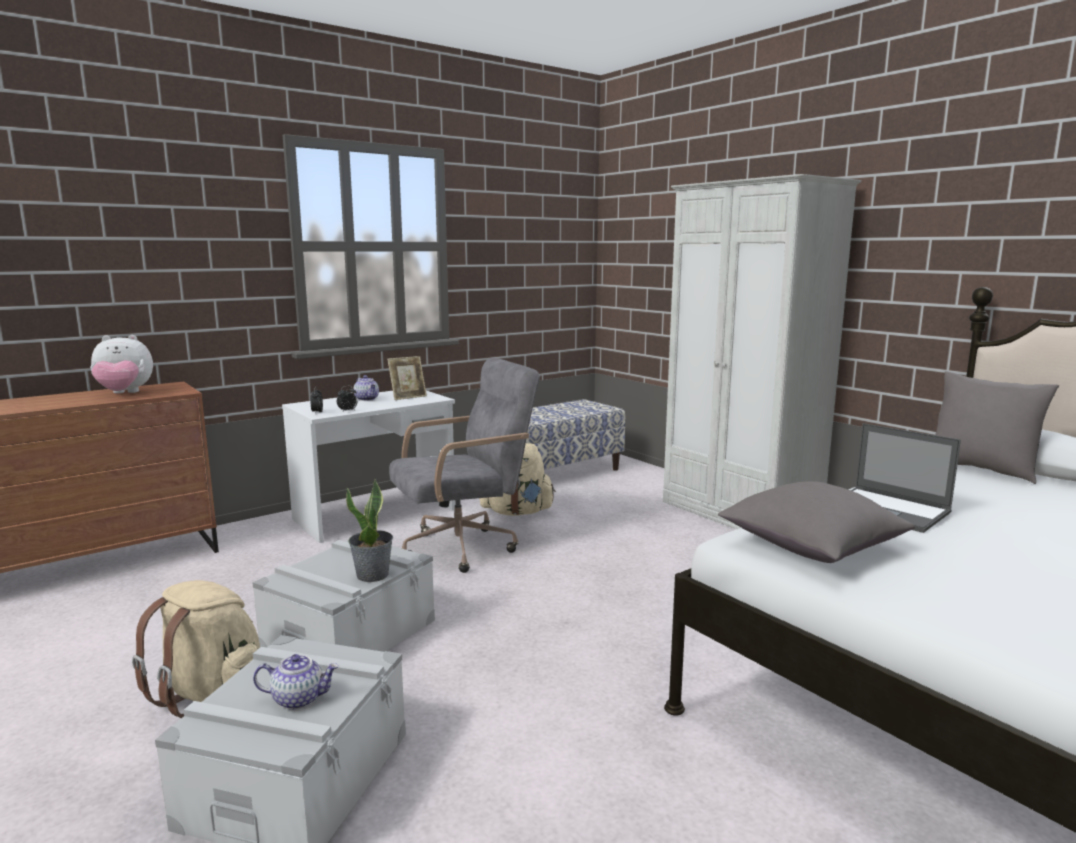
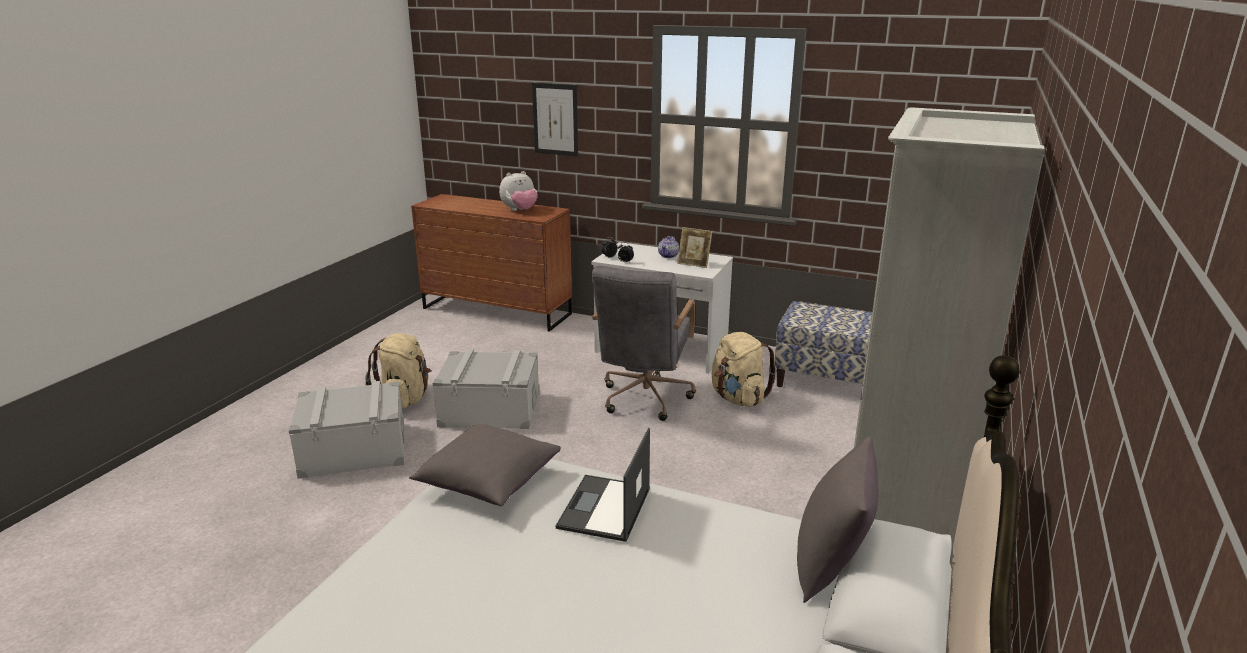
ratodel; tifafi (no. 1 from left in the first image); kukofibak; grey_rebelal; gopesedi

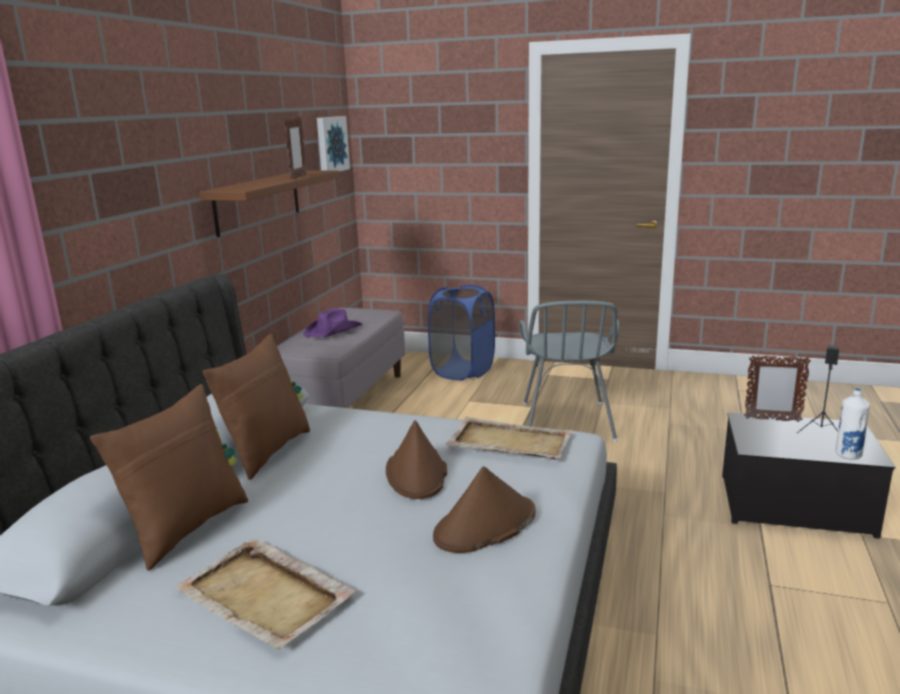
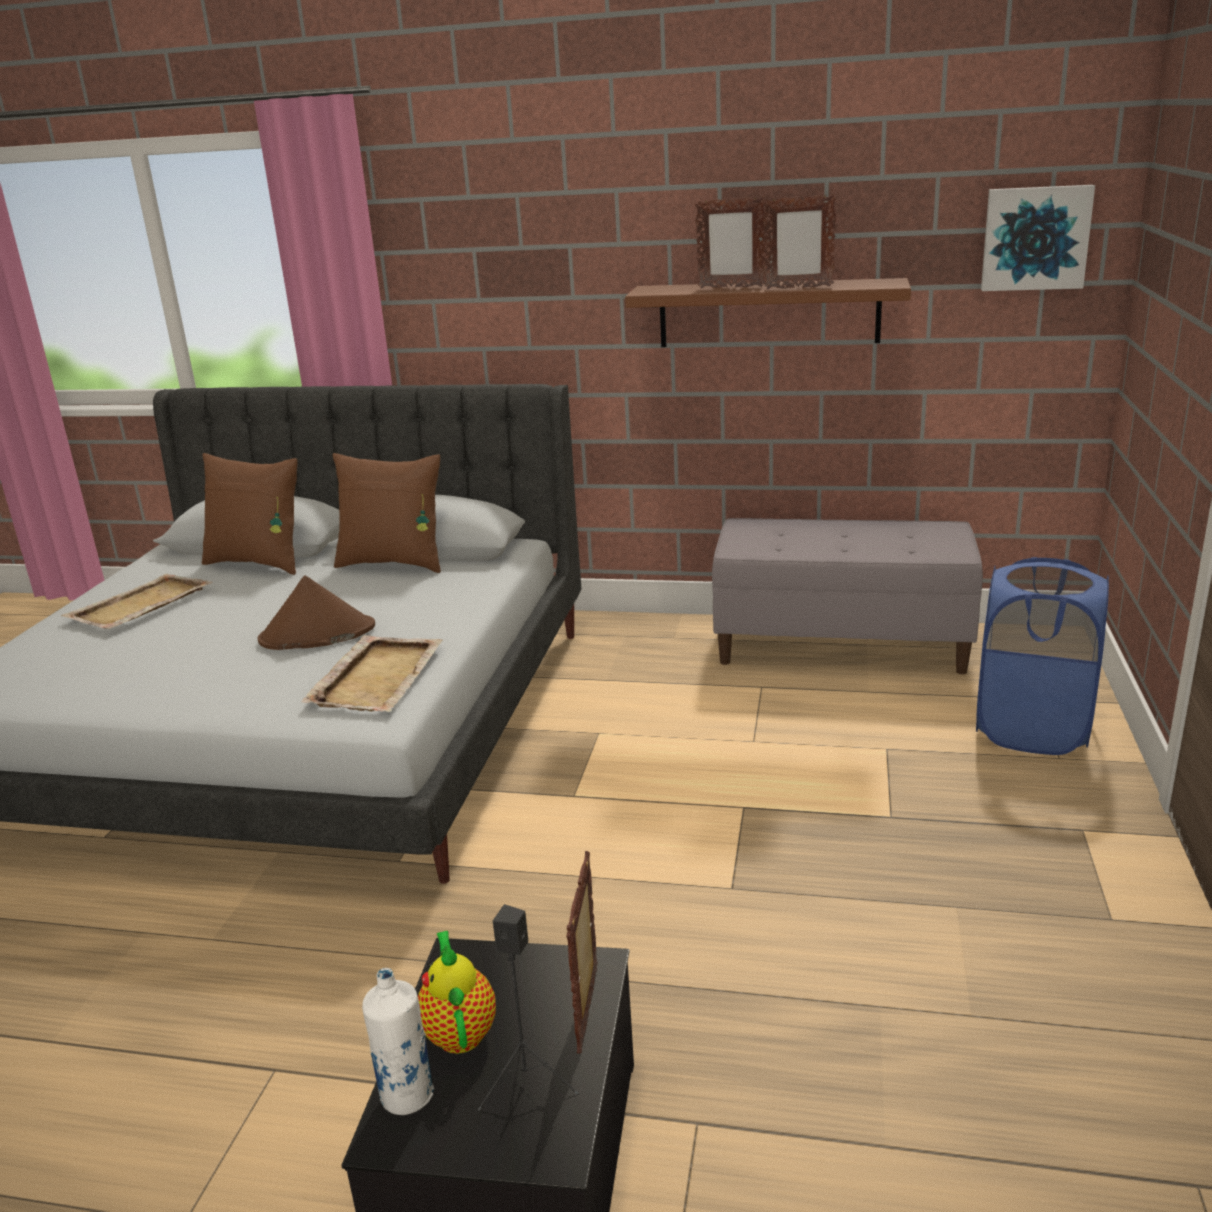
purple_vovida; brown_vovida (no. 2 from left in the first image); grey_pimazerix; tifafi; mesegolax (no. 2 from left)

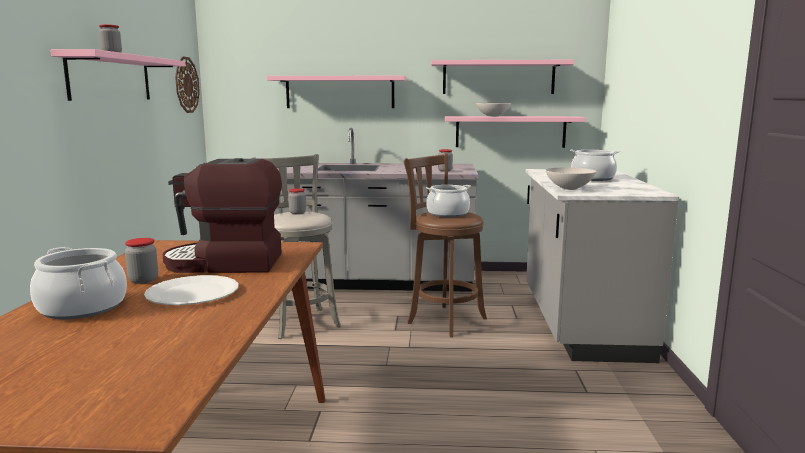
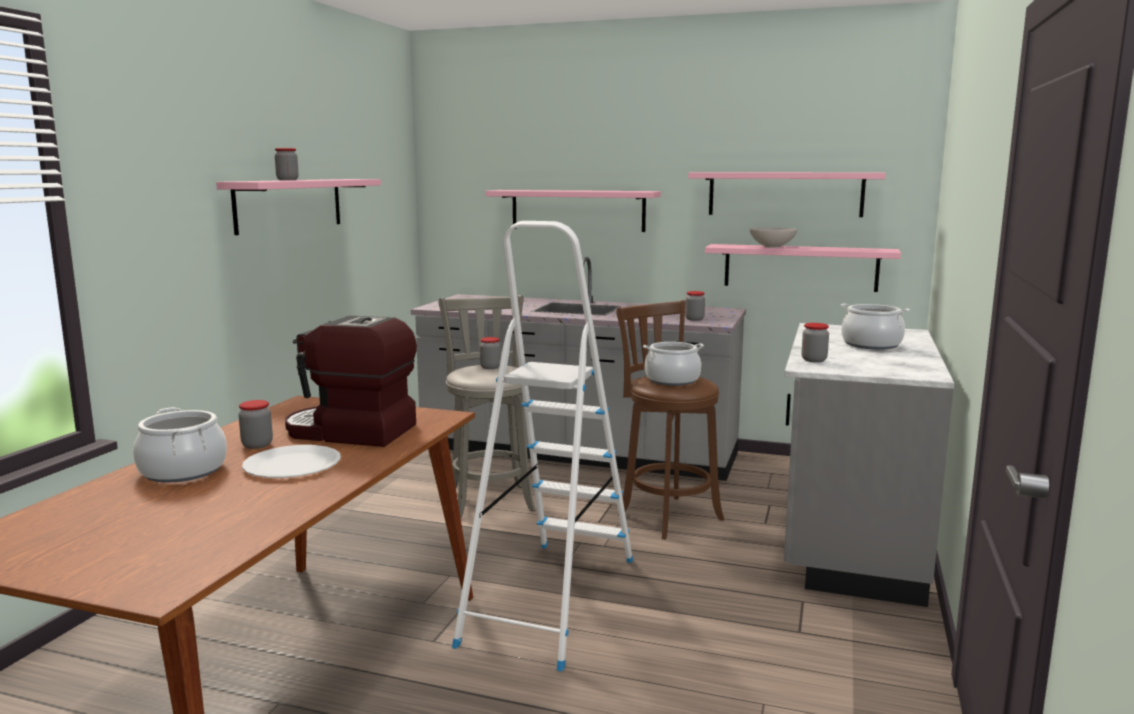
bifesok; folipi (no. 5 from left); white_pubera

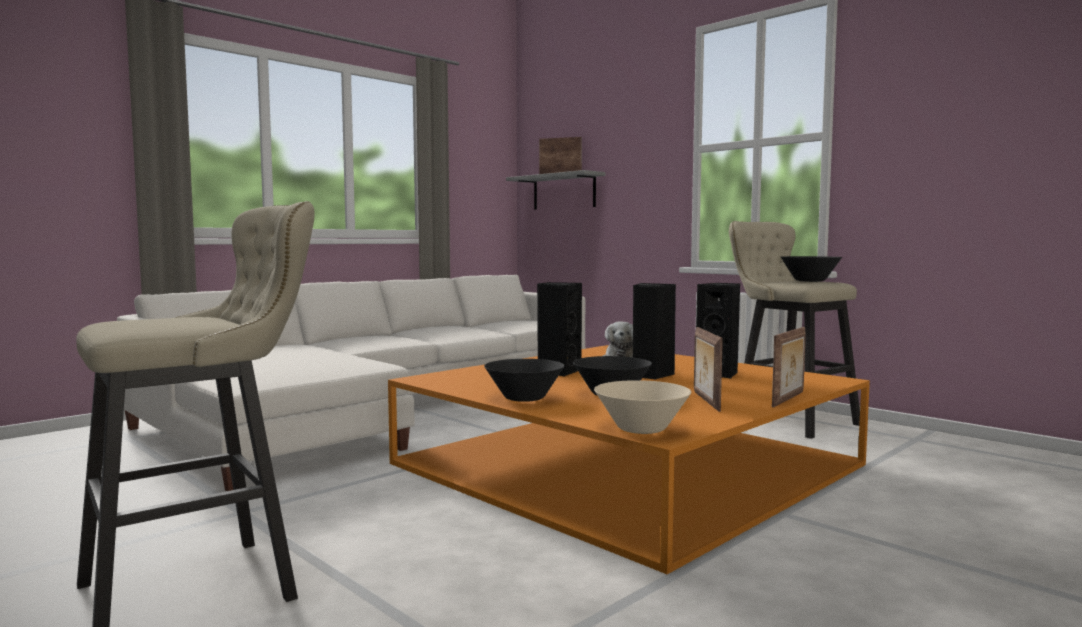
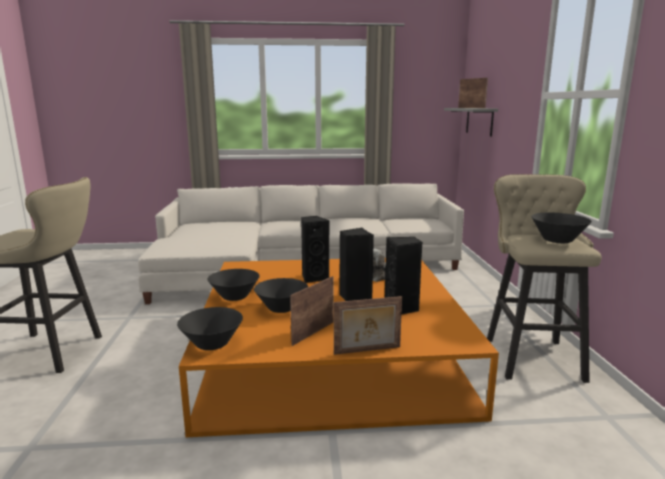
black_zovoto (no. 1 from left)

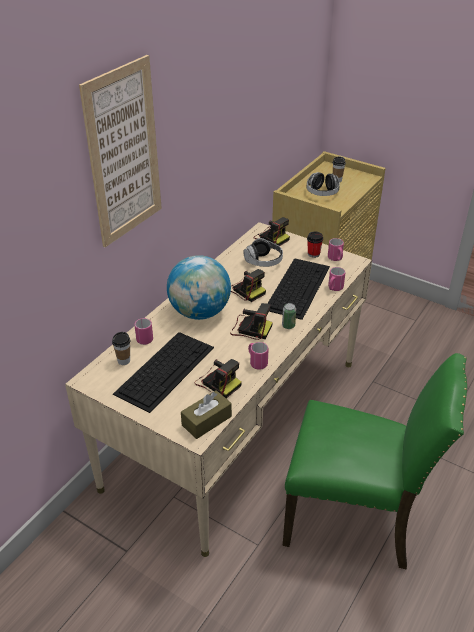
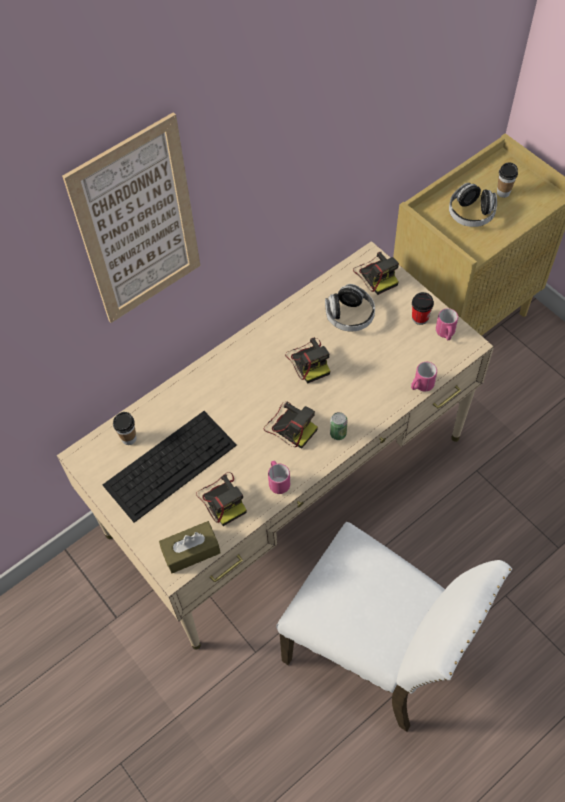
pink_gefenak (no. 1 from left in the first image); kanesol; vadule (no. 2 from left in the first image); white_pimazerix

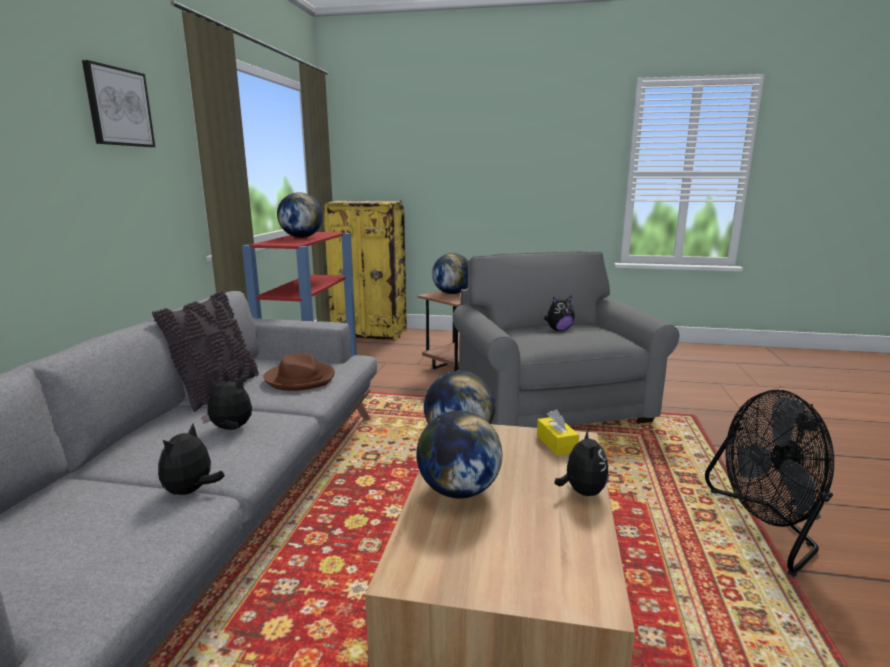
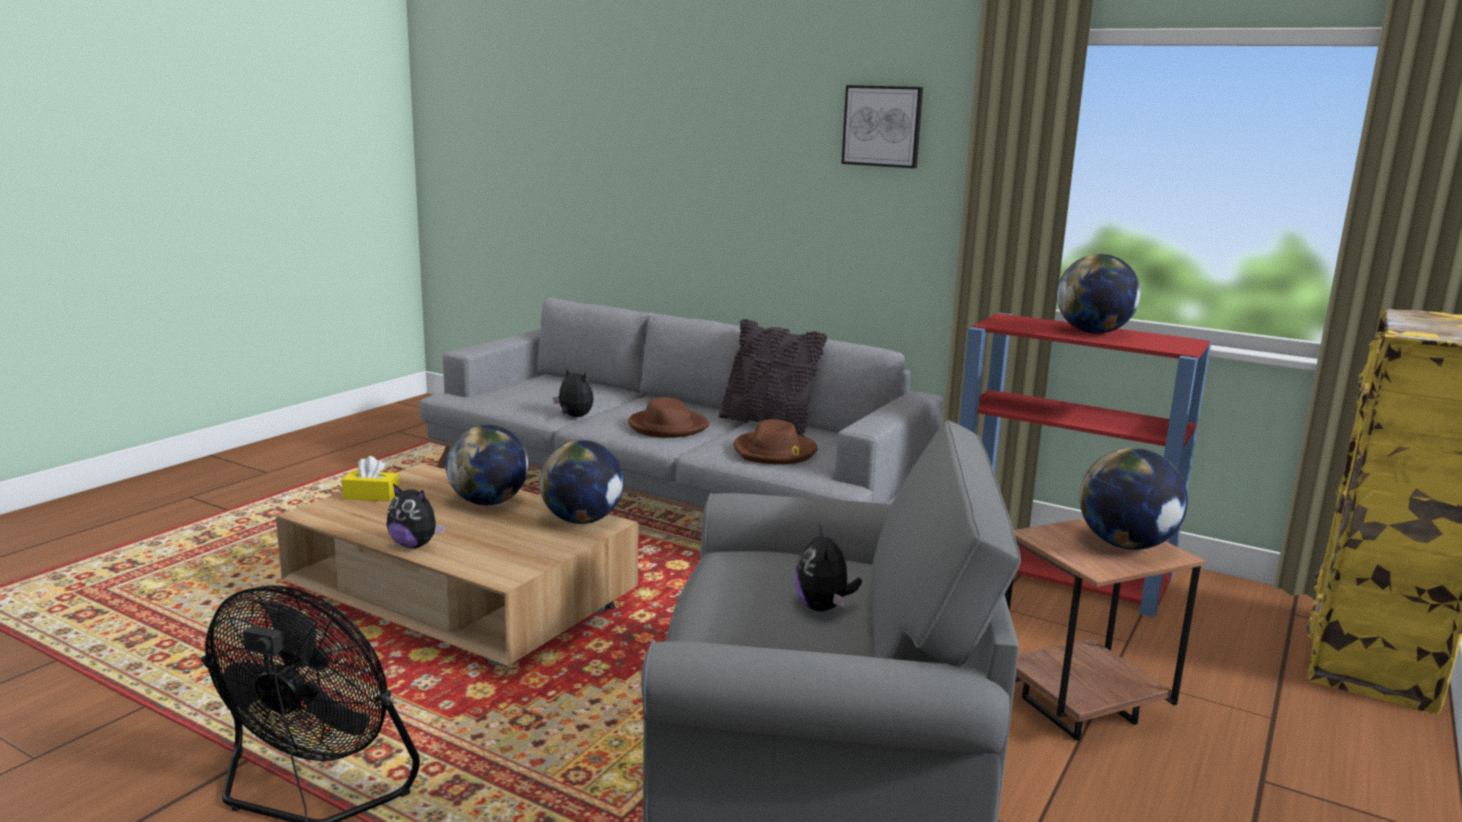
brown_vovida (no. 1 from left); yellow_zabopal

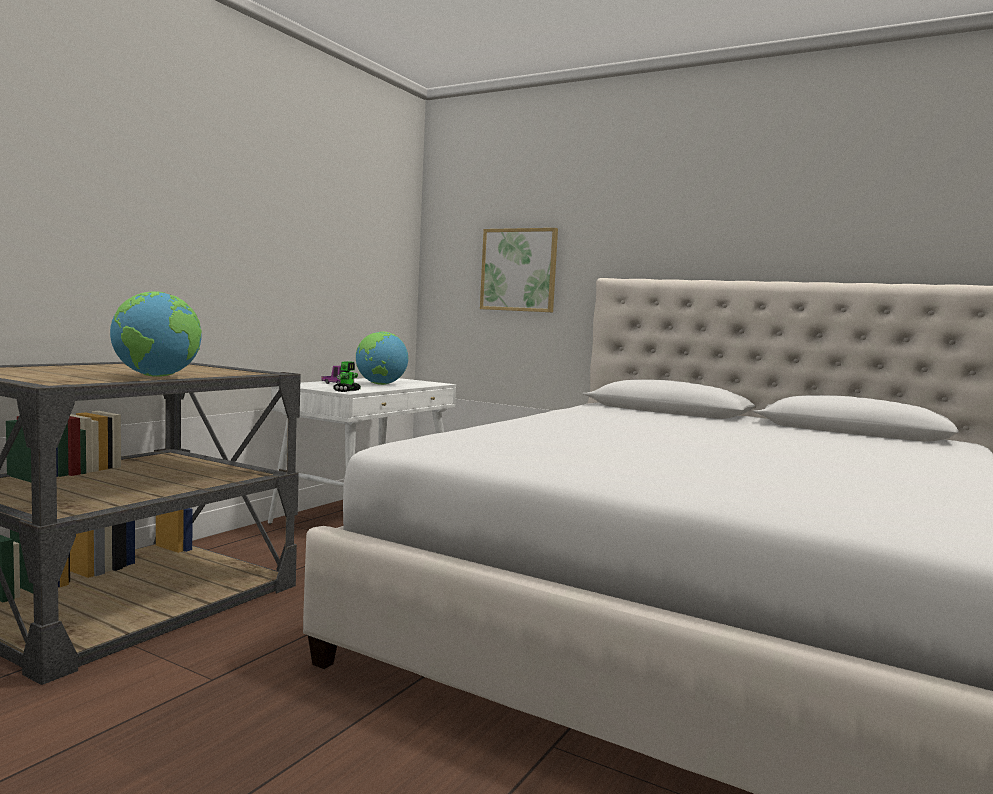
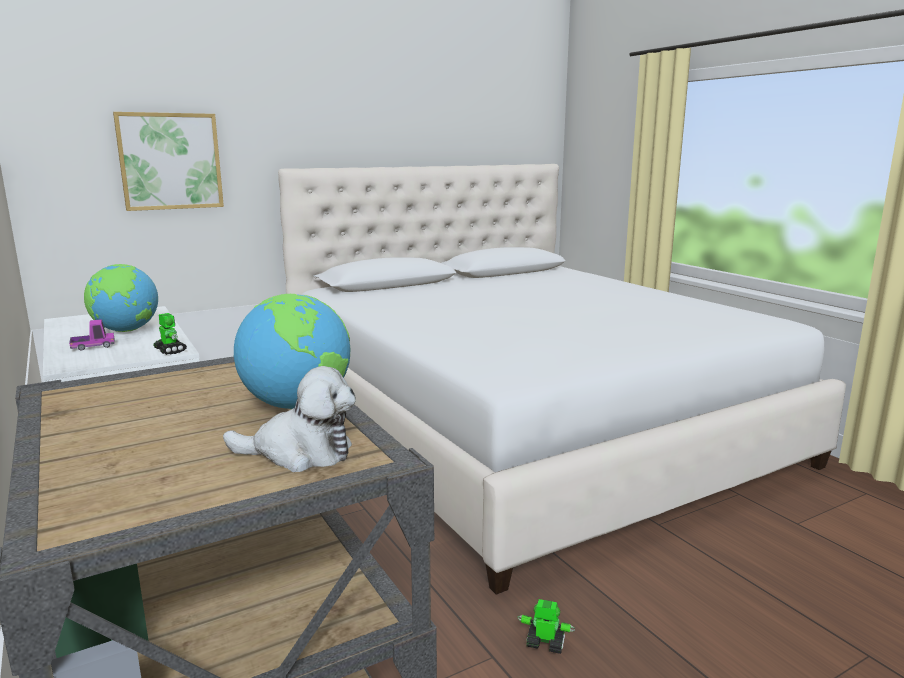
ratodel; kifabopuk (no. 2 from left)

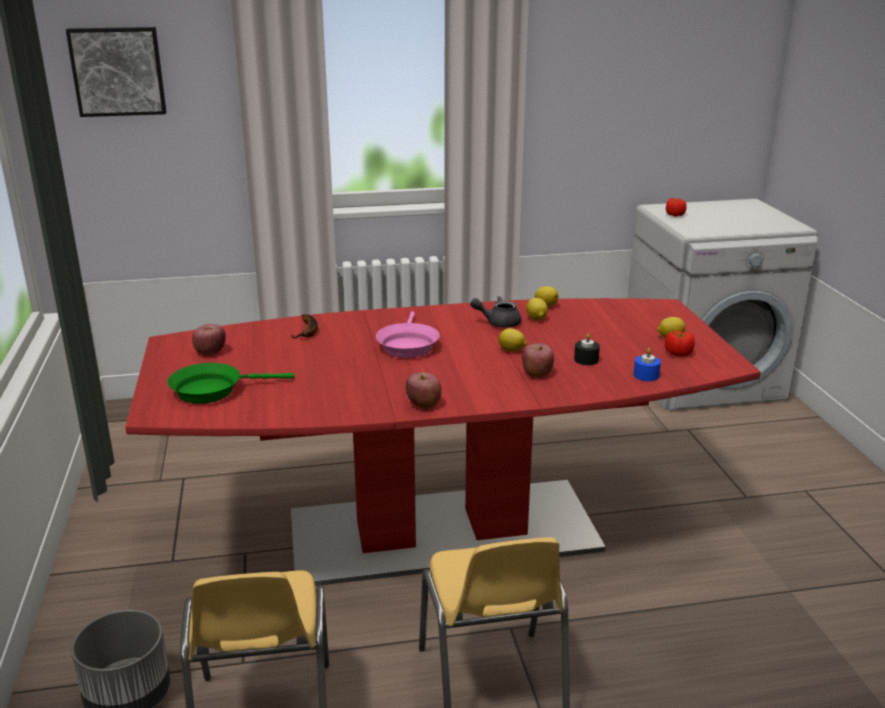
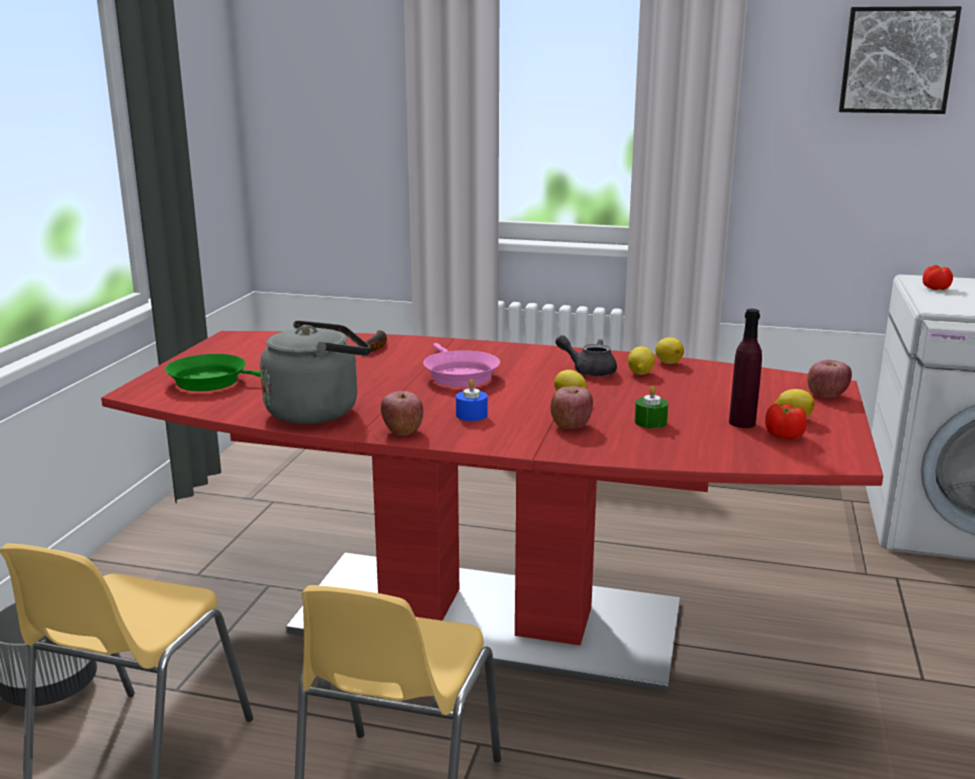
gopesedi; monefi (no. 3 from left); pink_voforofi; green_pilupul; blue_pilupul; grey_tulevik; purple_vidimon

